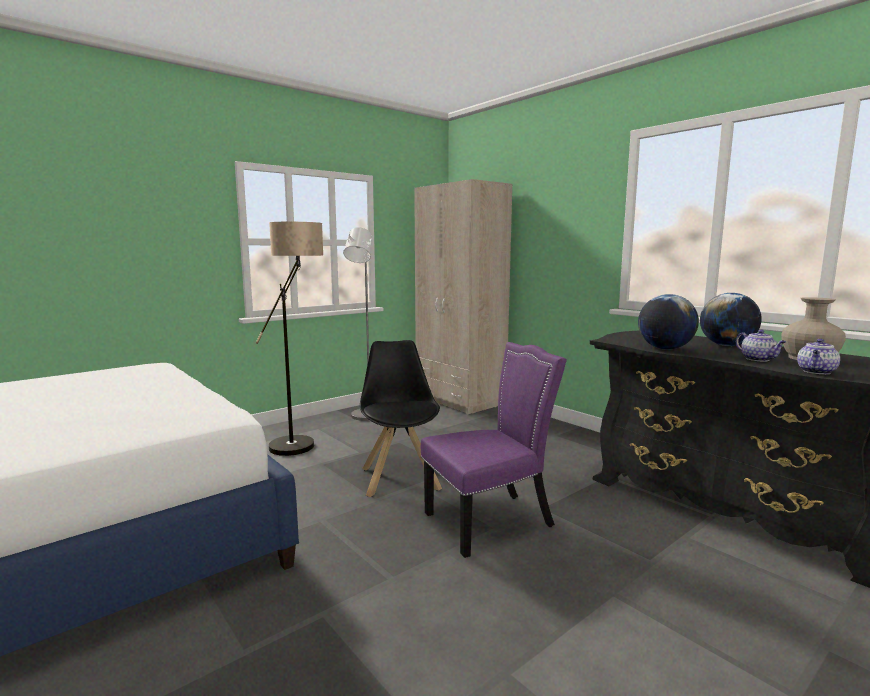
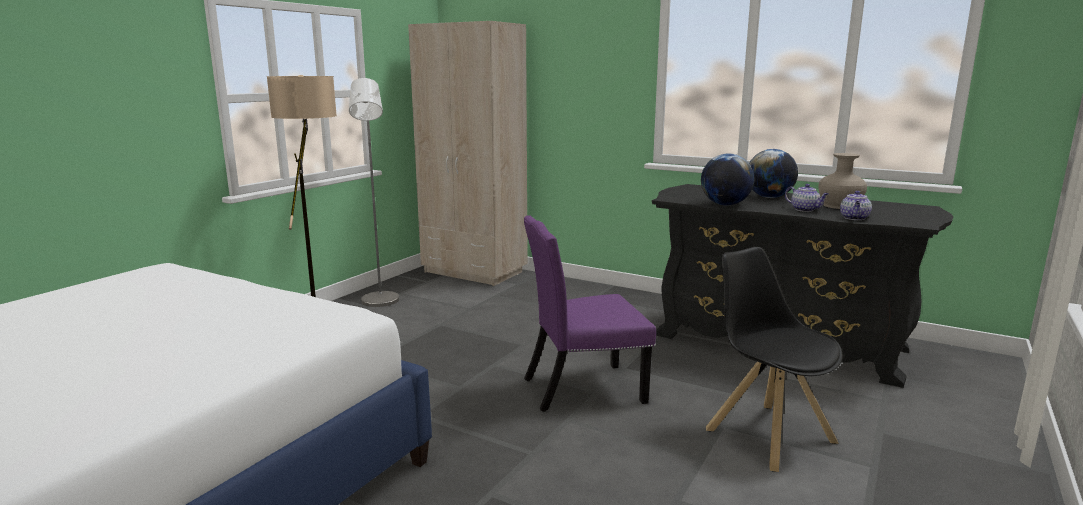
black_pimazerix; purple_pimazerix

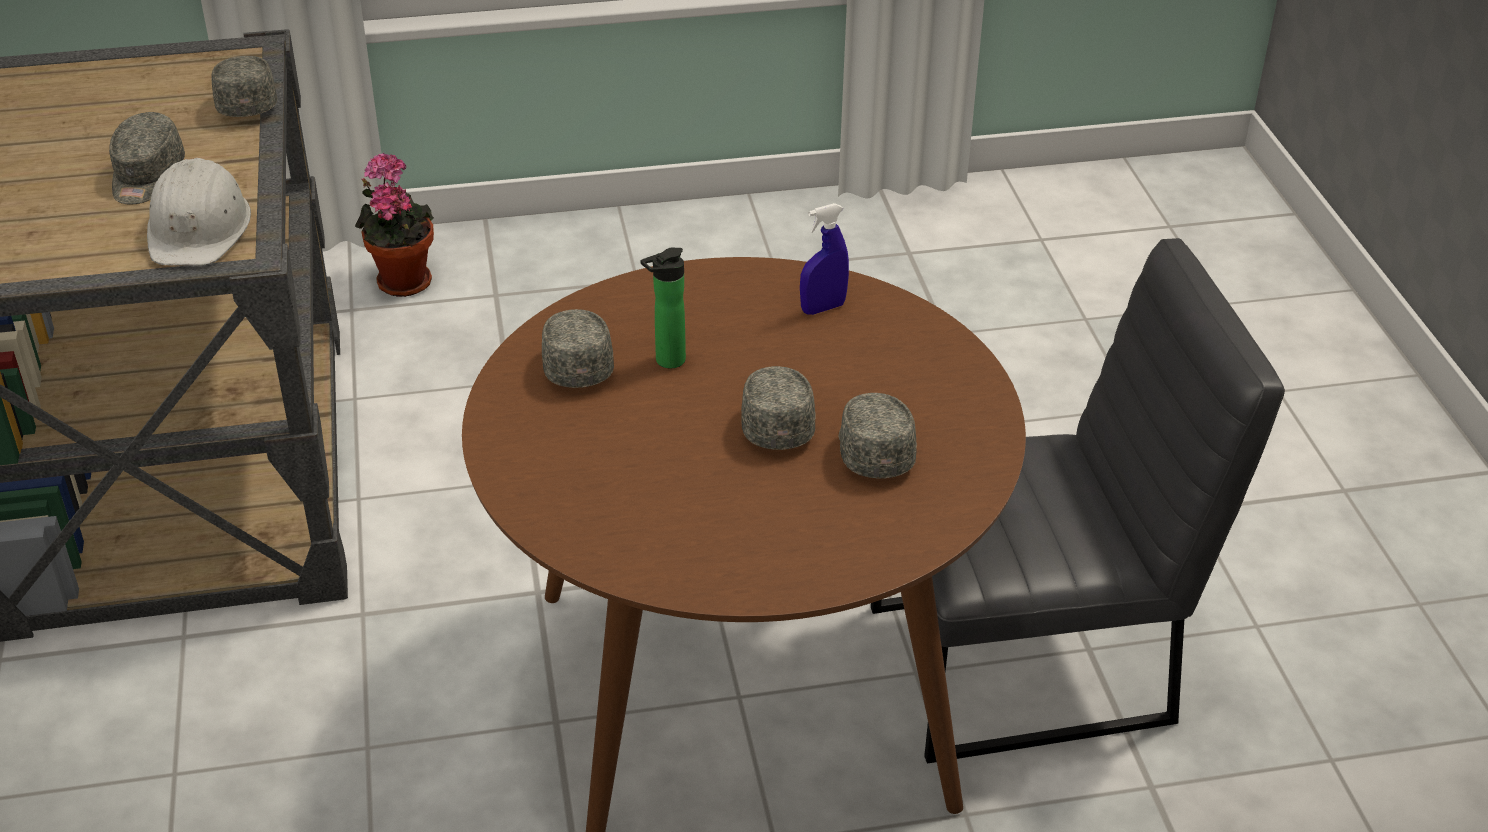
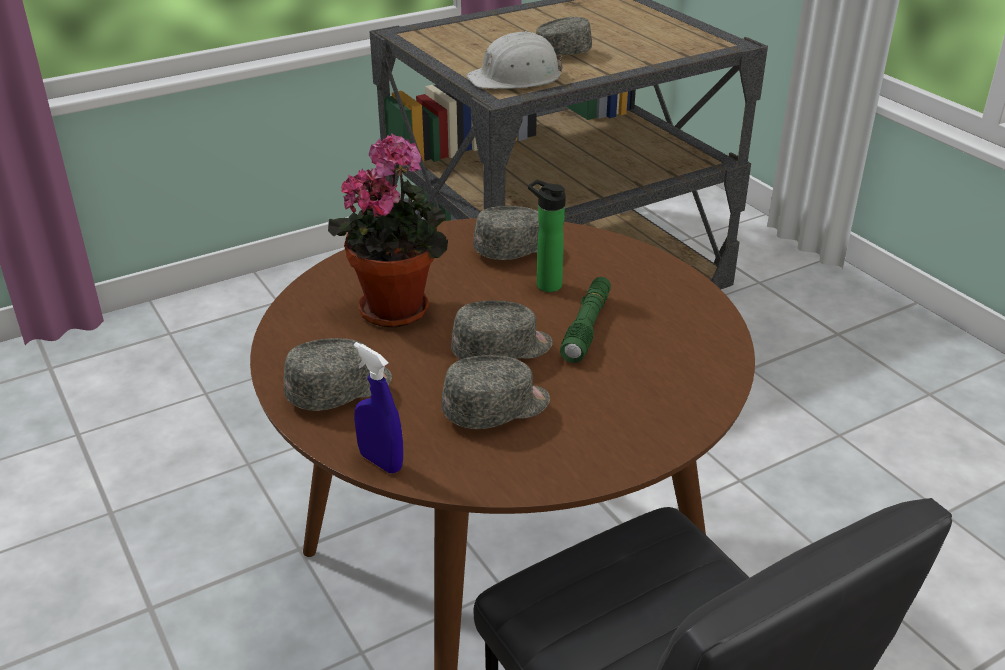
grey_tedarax (no. 1 from left); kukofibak; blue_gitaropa; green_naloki

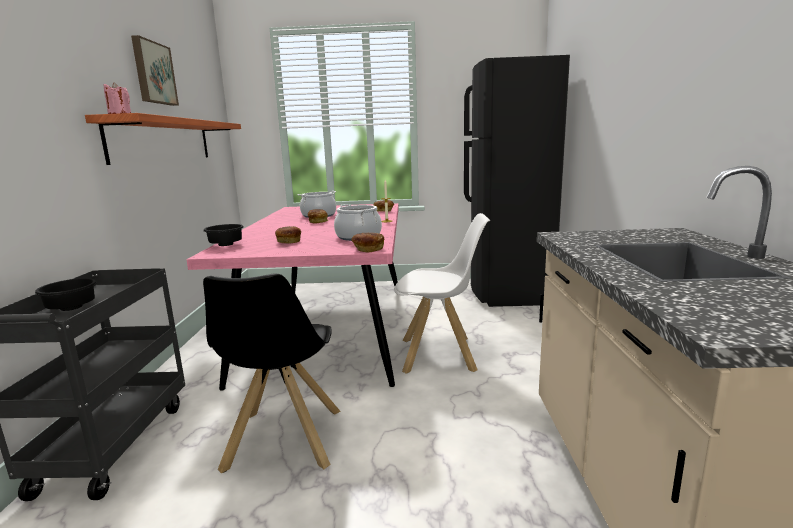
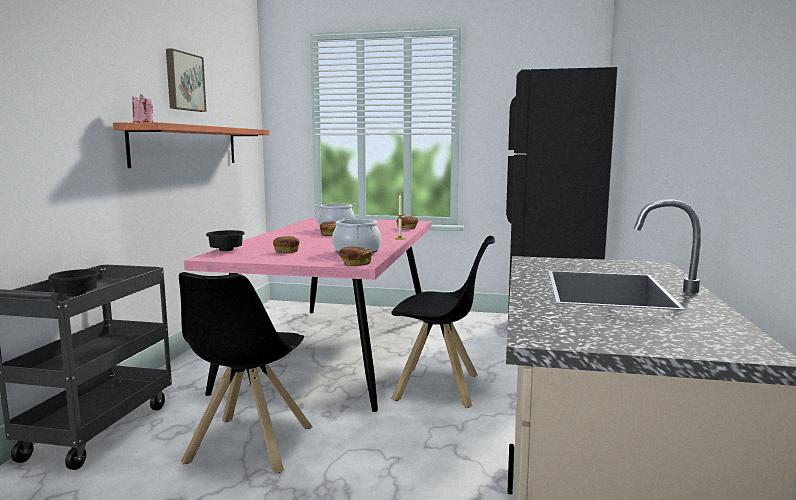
black_pimazerix (no. 2 from left)

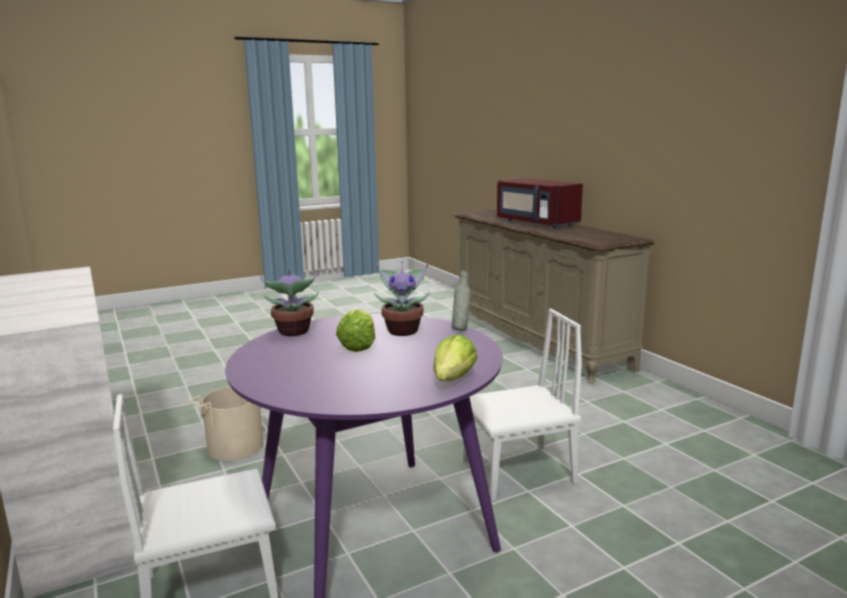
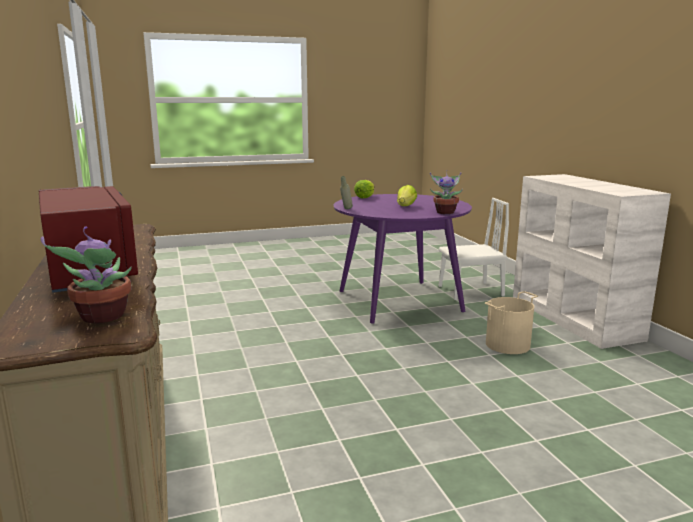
kukofibak (no. 1 from left); white_pimazerix (no. 2 from left in the first image)

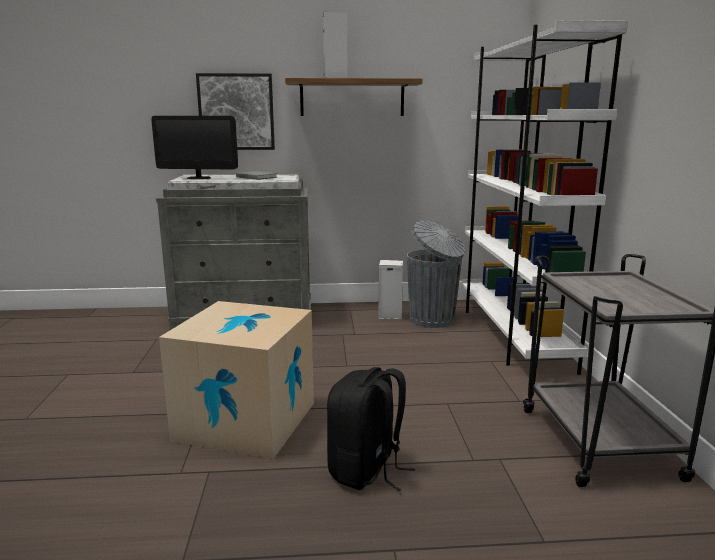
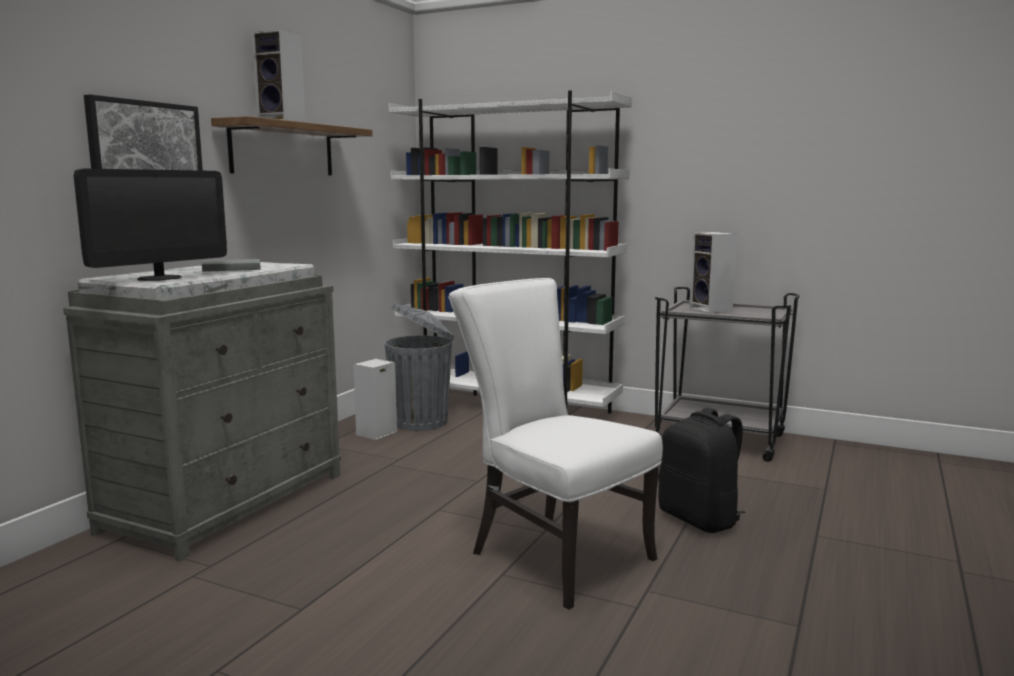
white_pimazerix; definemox (no. 3 from left)

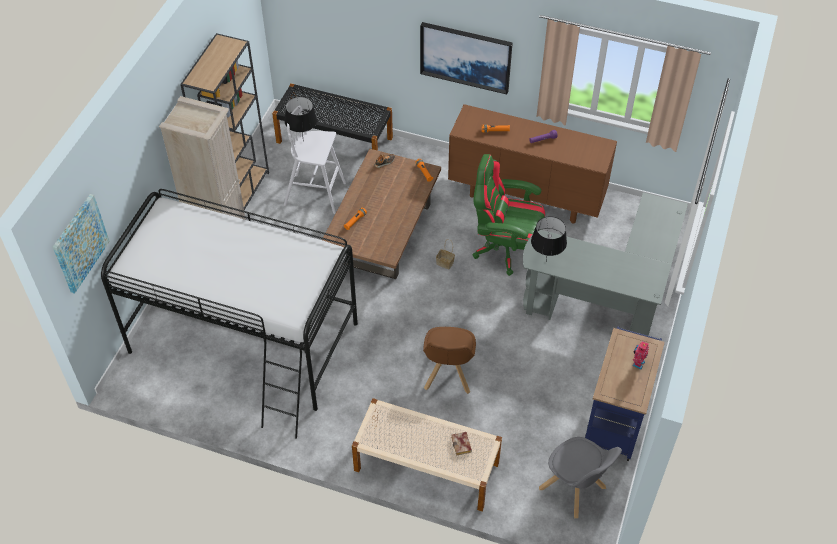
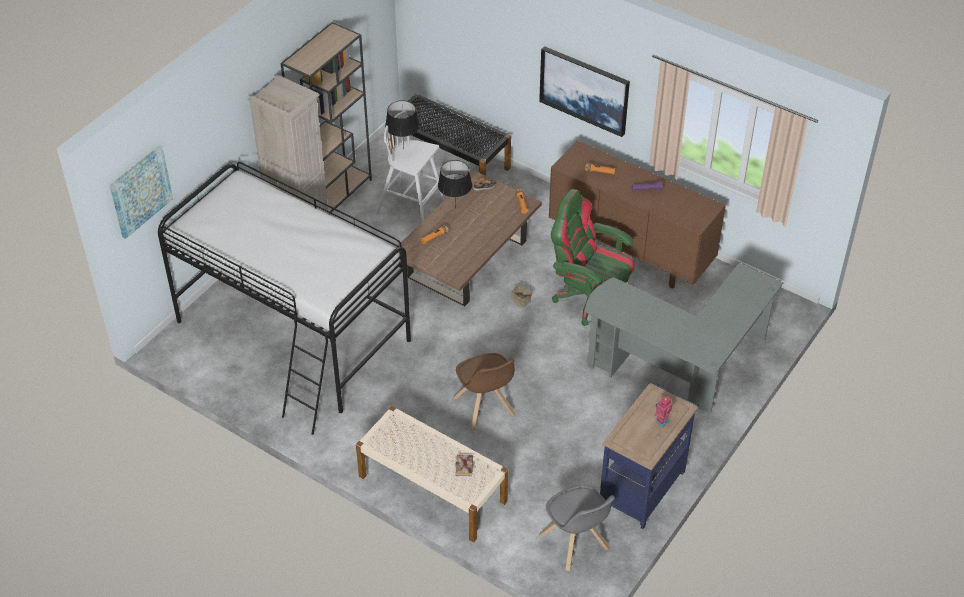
brown_pimazerix; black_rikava (no. 2 from left)

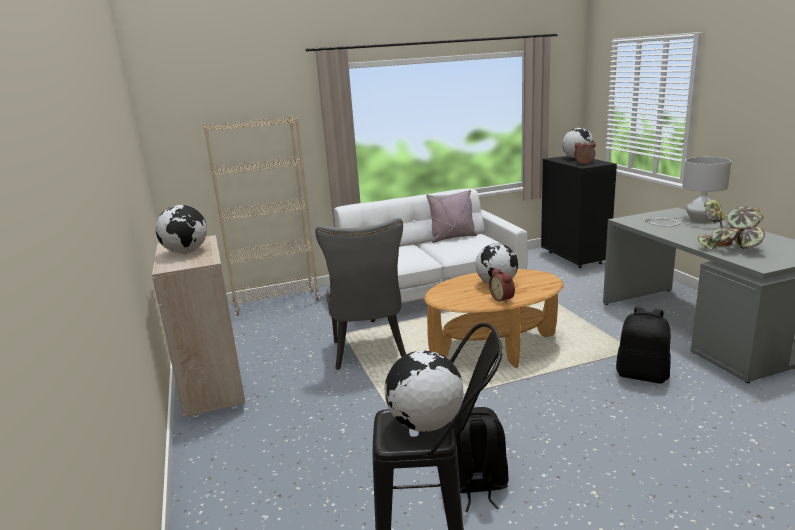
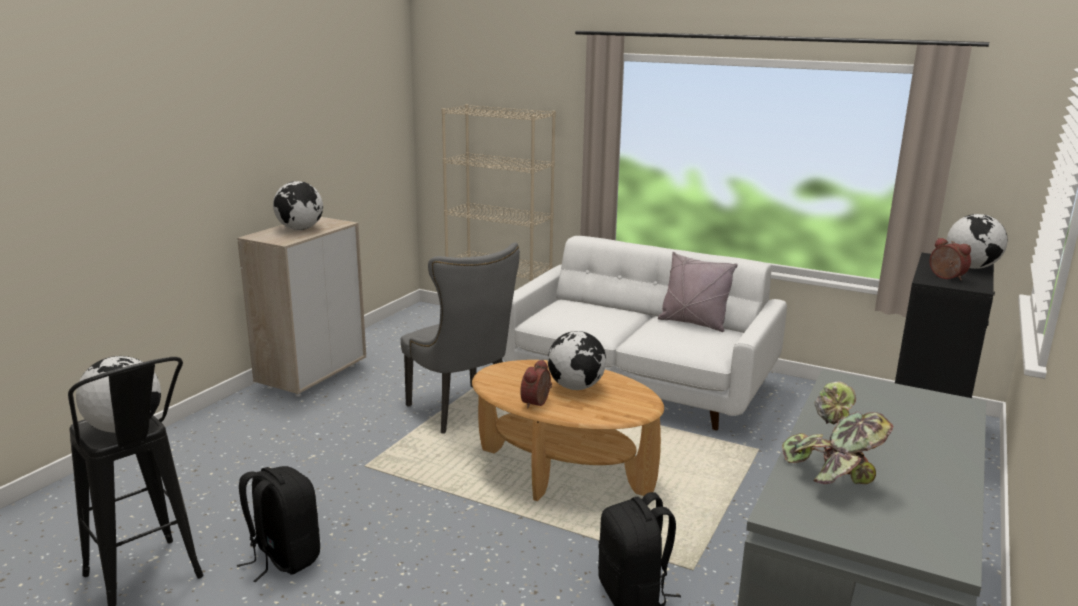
grey_pimazerix; white_rikava

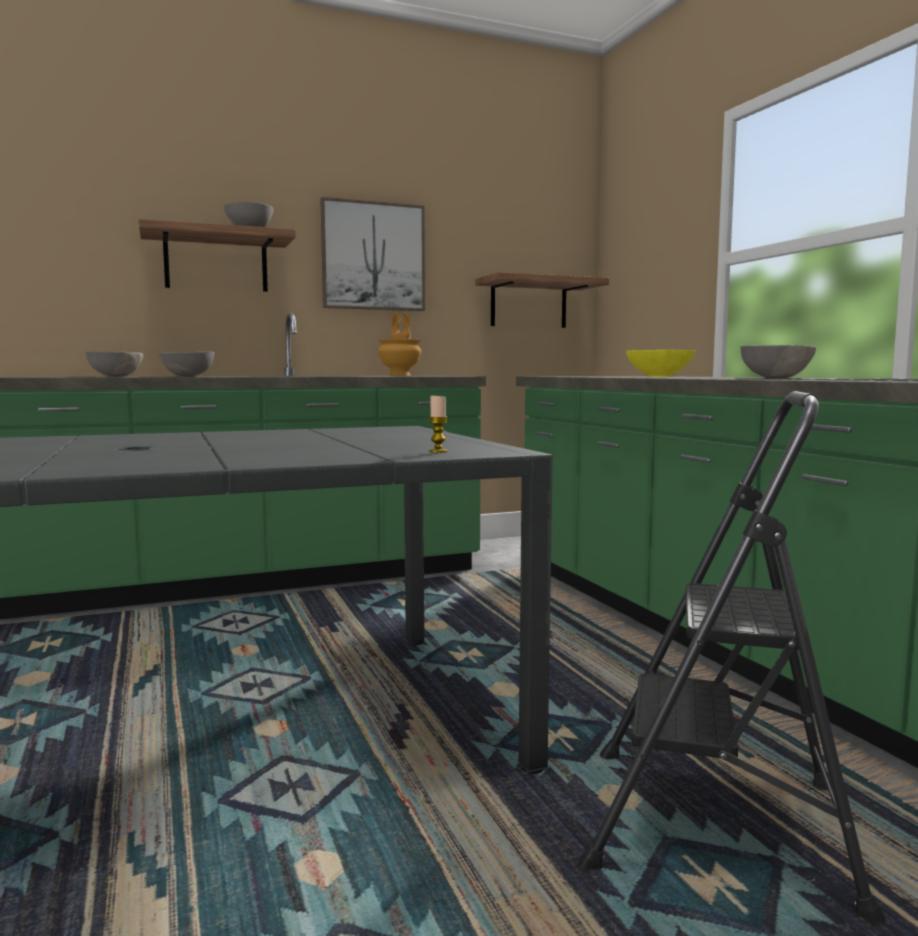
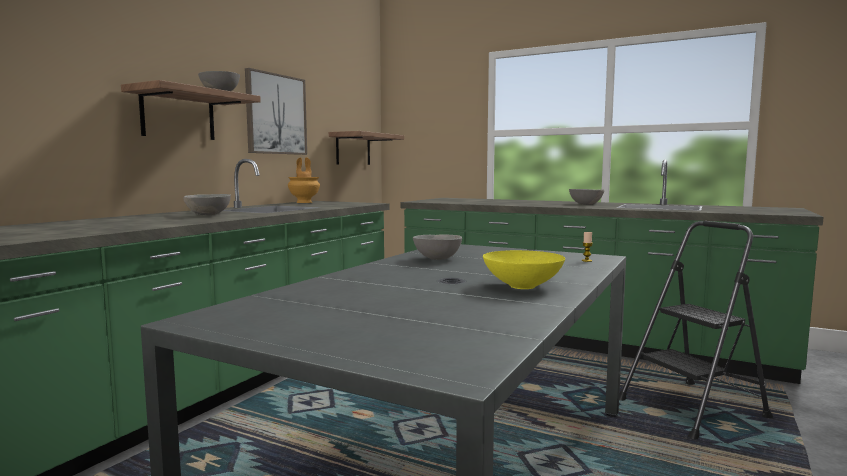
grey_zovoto (no. 3 from left); yellow_zovoto

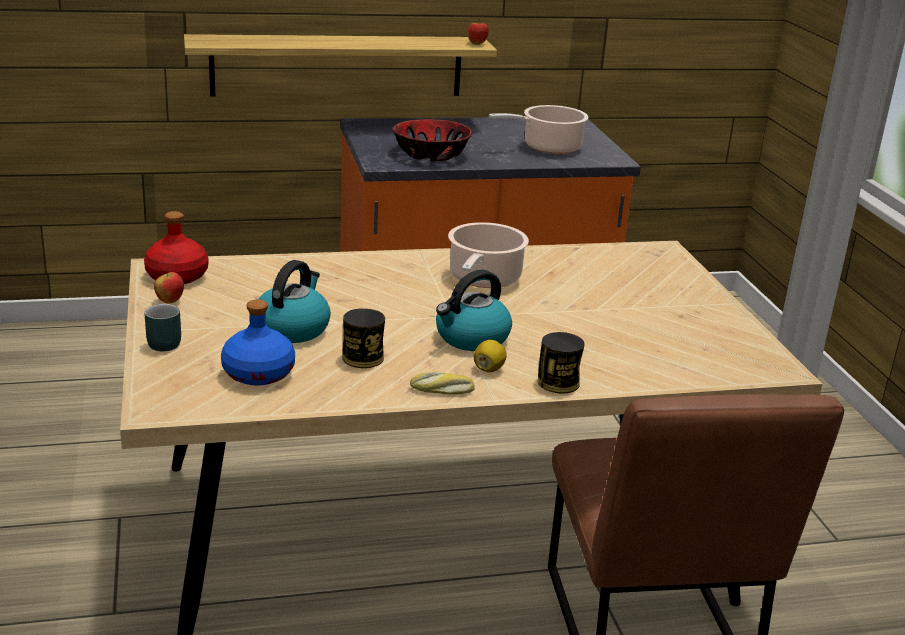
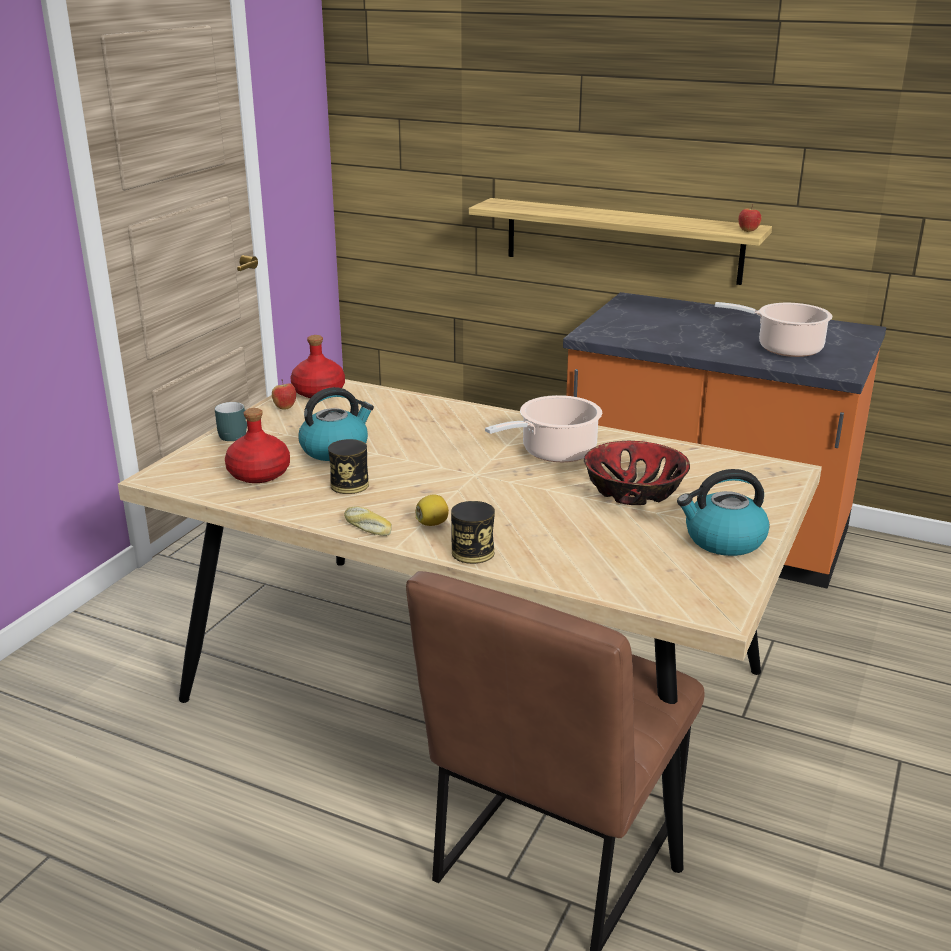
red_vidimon (no. 1 from left); zovoto; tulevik (no. 2 from left)

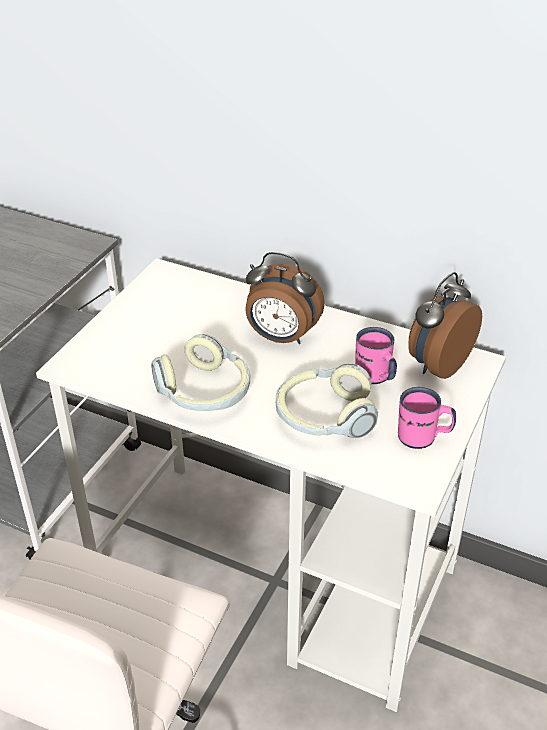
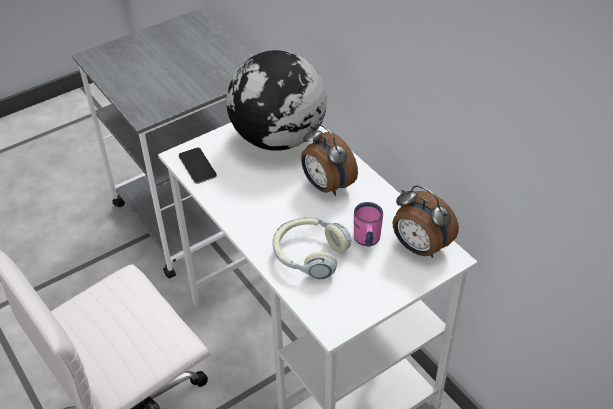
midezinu (no. 1 from left in the first image); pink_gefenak (no. 2 from left in the first image); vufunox (no. 2 from left); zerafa; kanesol

